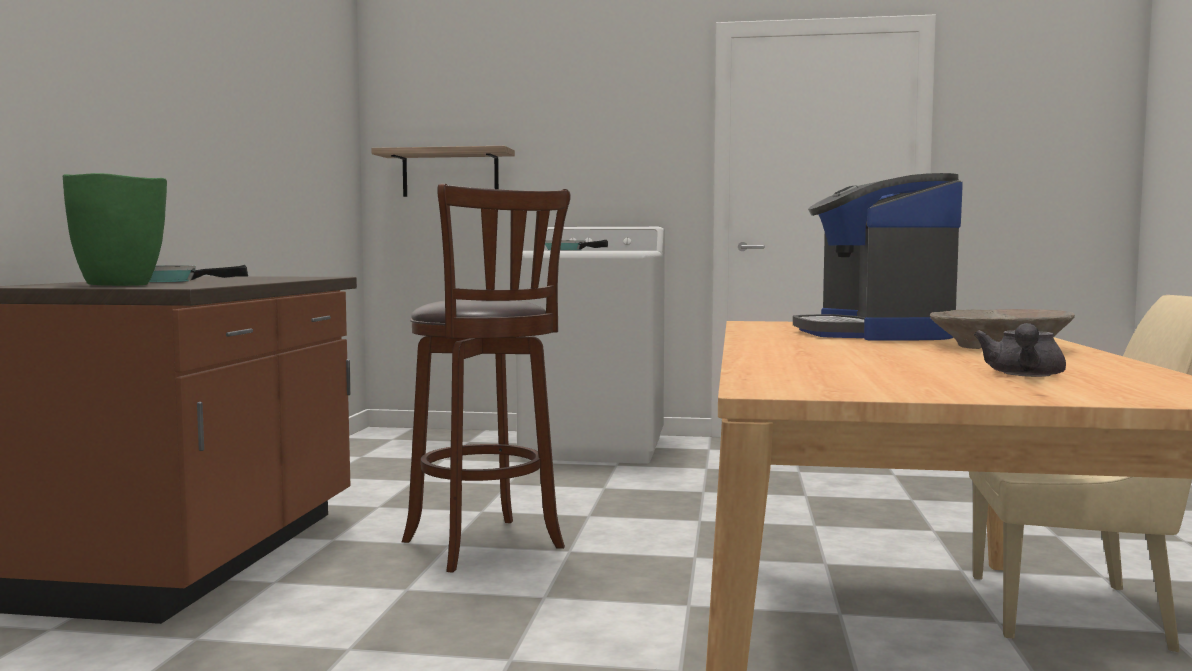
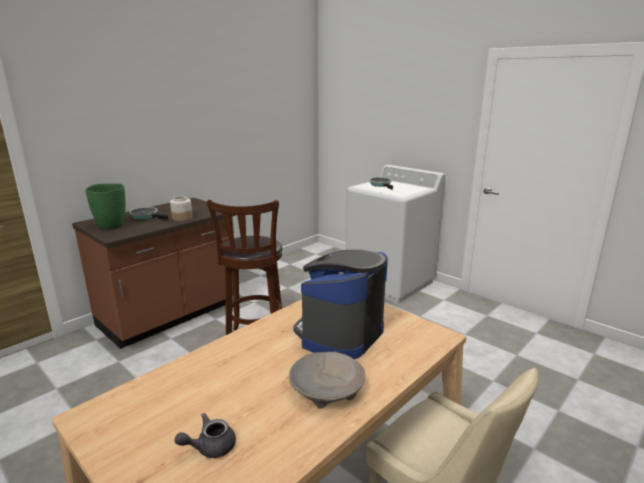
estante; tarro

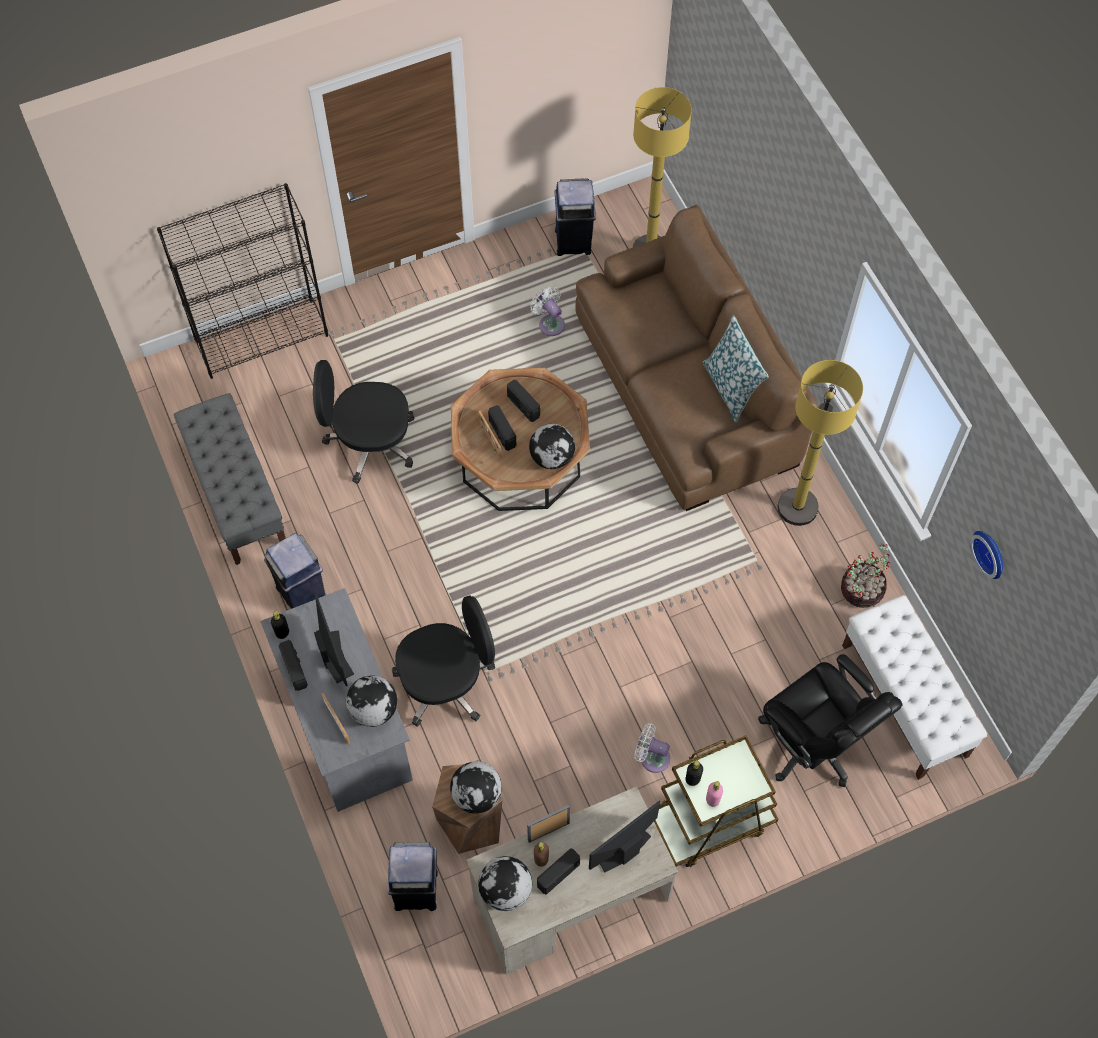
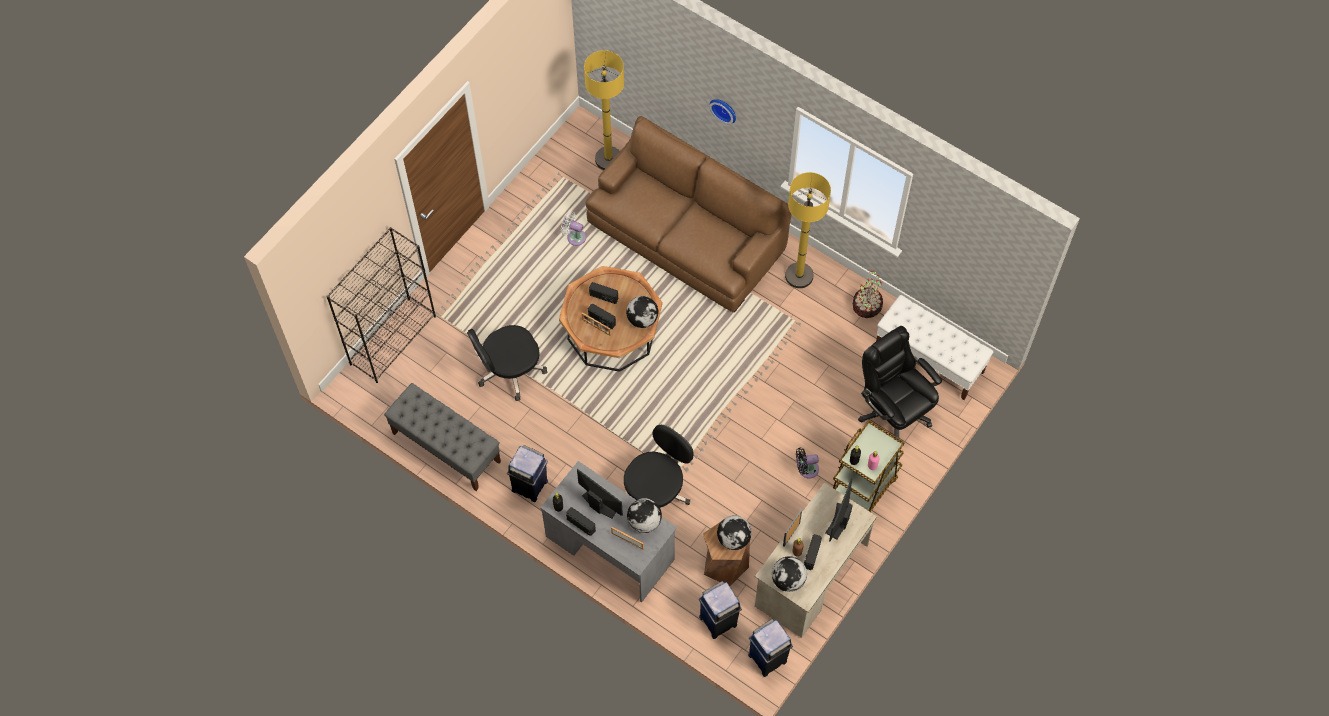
papelera/azul (3rd from left); cojín; reloj de pared; silla de oficina/negro (3rd from left); ventilador/negro

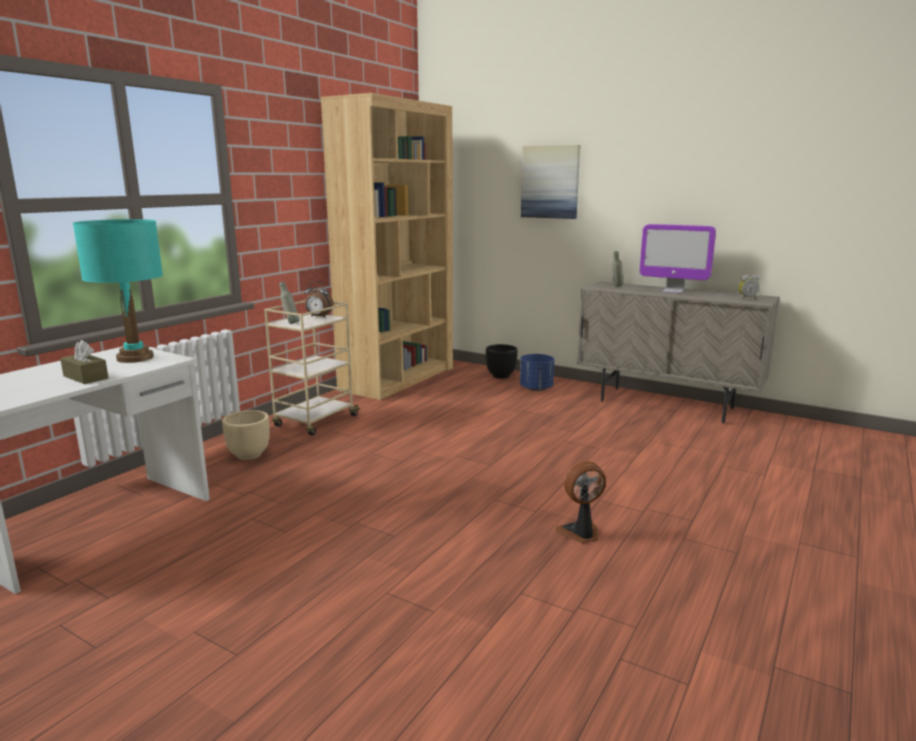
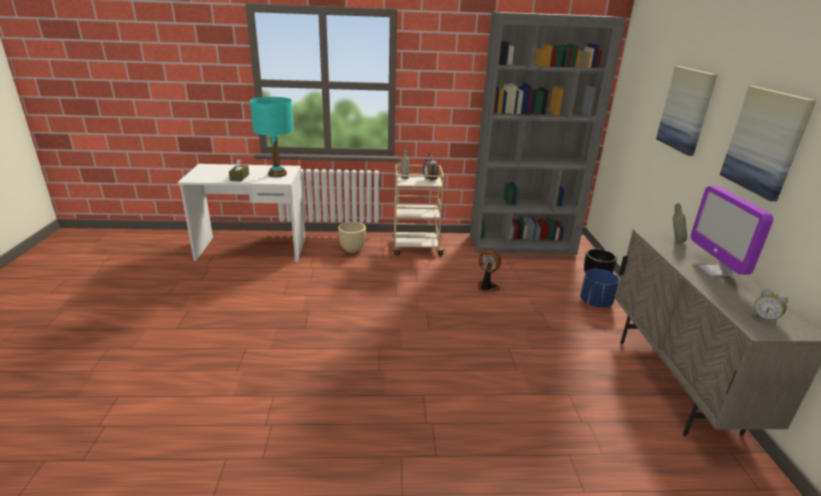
estantería/gris; ventilador; cuadro (2nd from left)

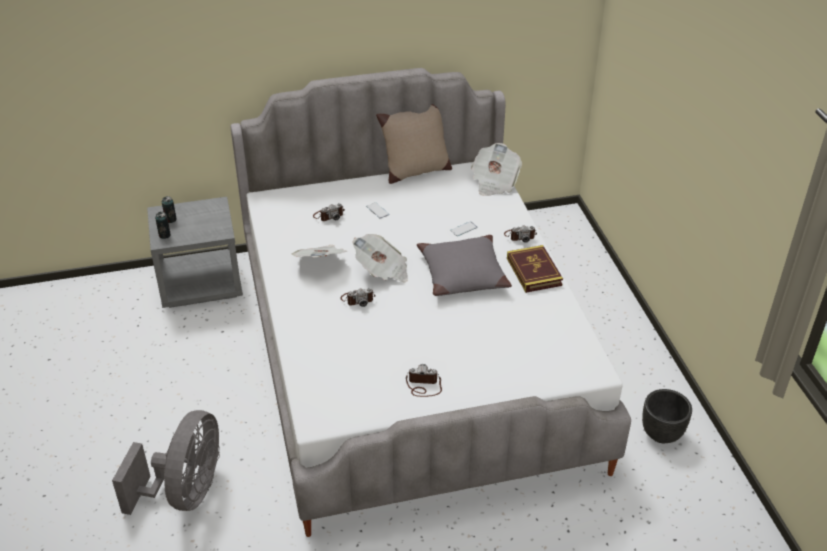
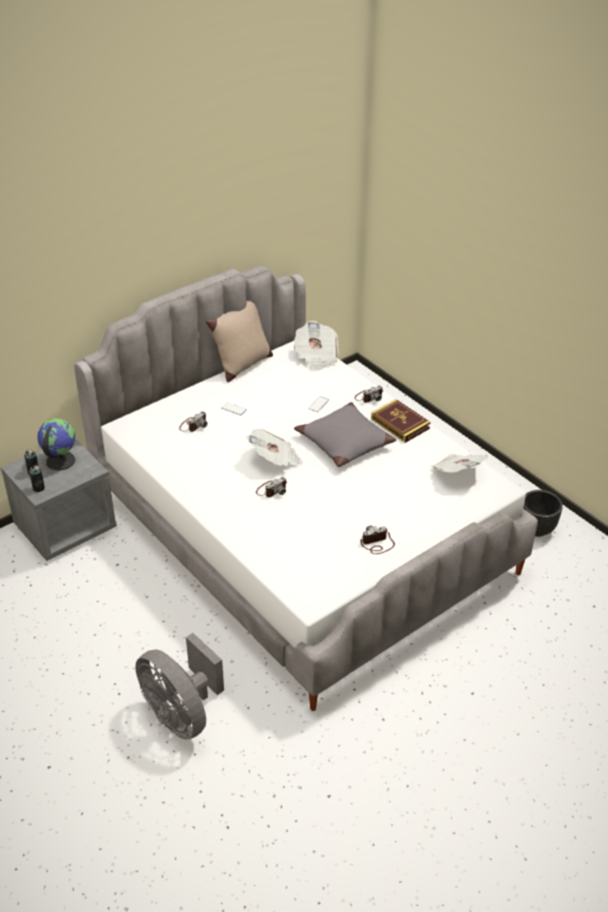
periódico (3rd from left); ventilador/gris; globo terráqueo

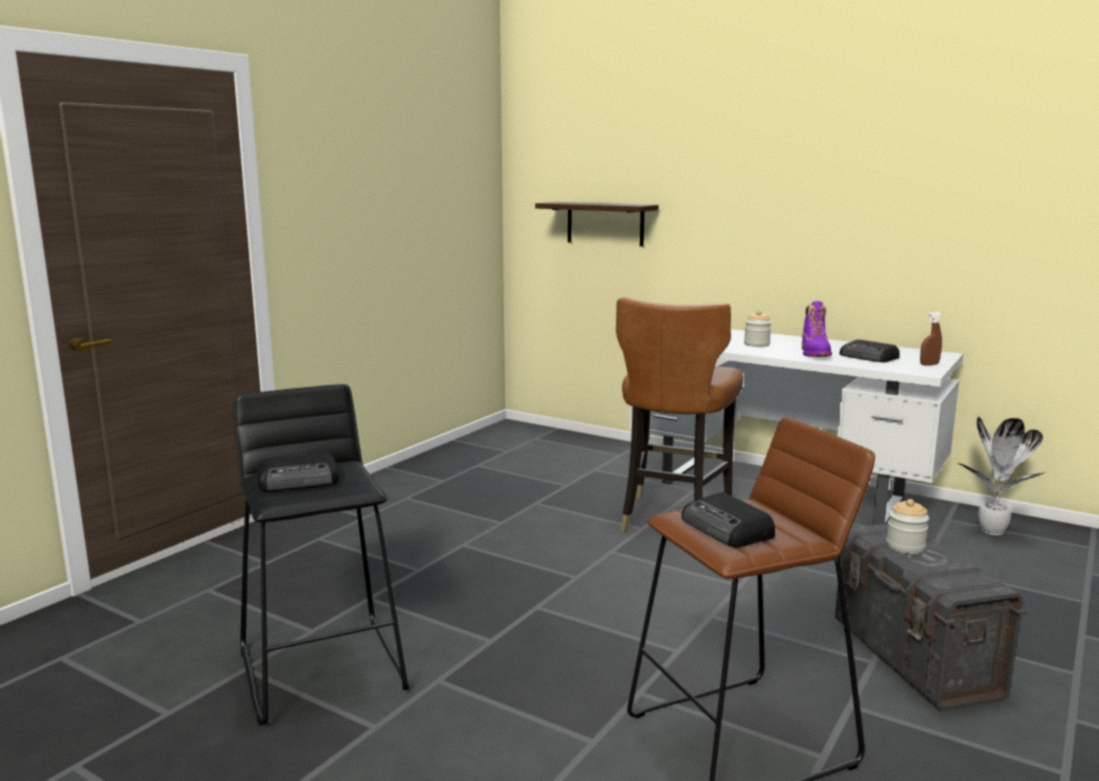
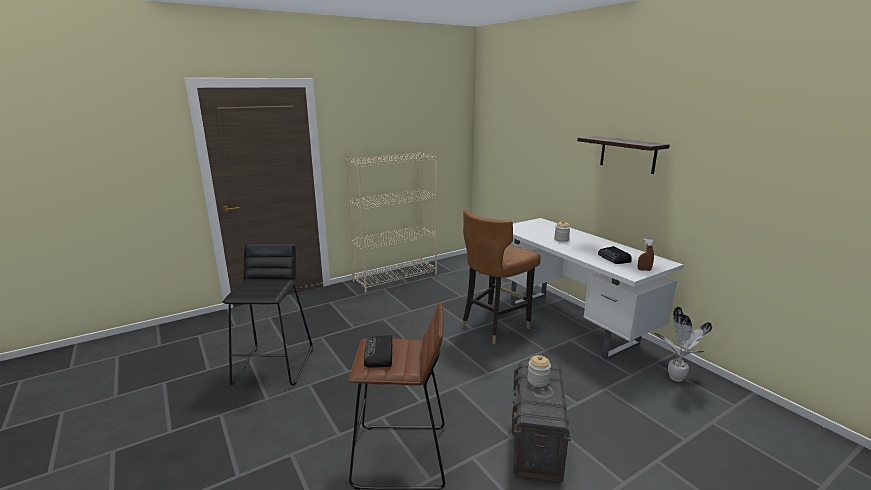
estante; bota/morado; radio (1st from left in the first image); estantería/beis

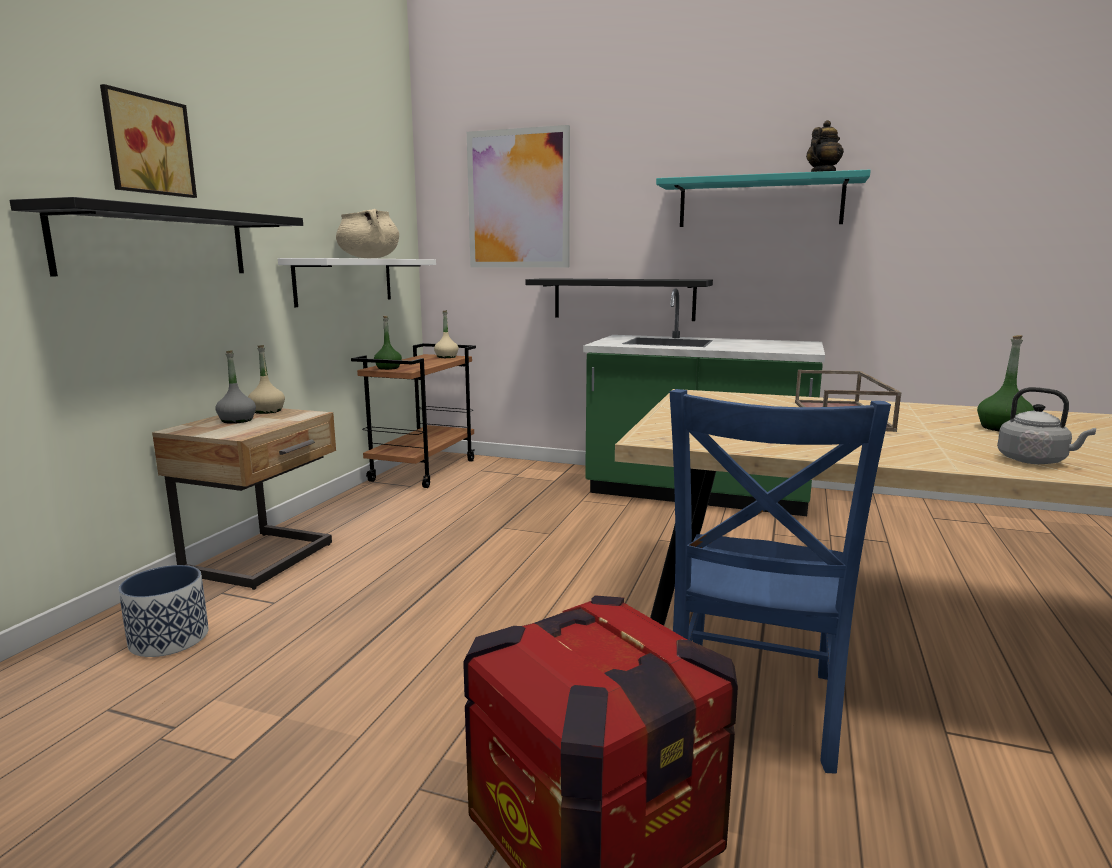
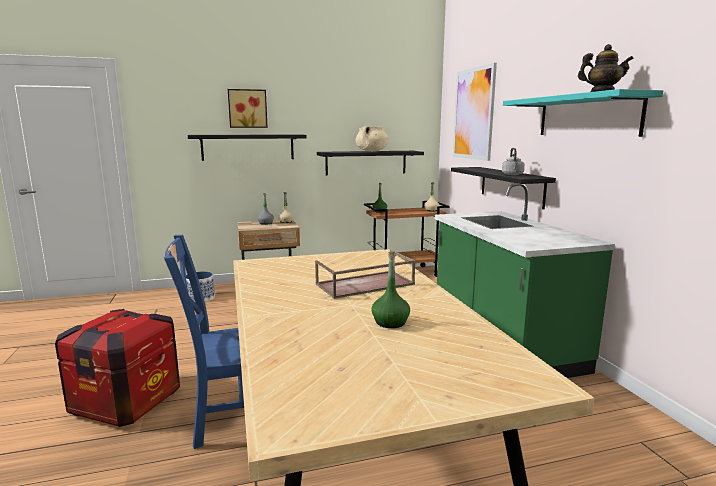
estante/negro (2nd from left); hervidor/gris

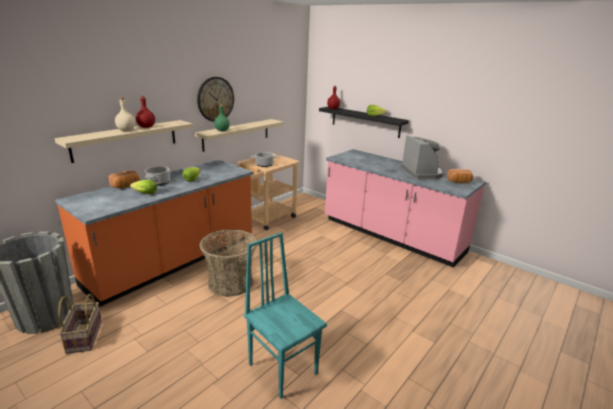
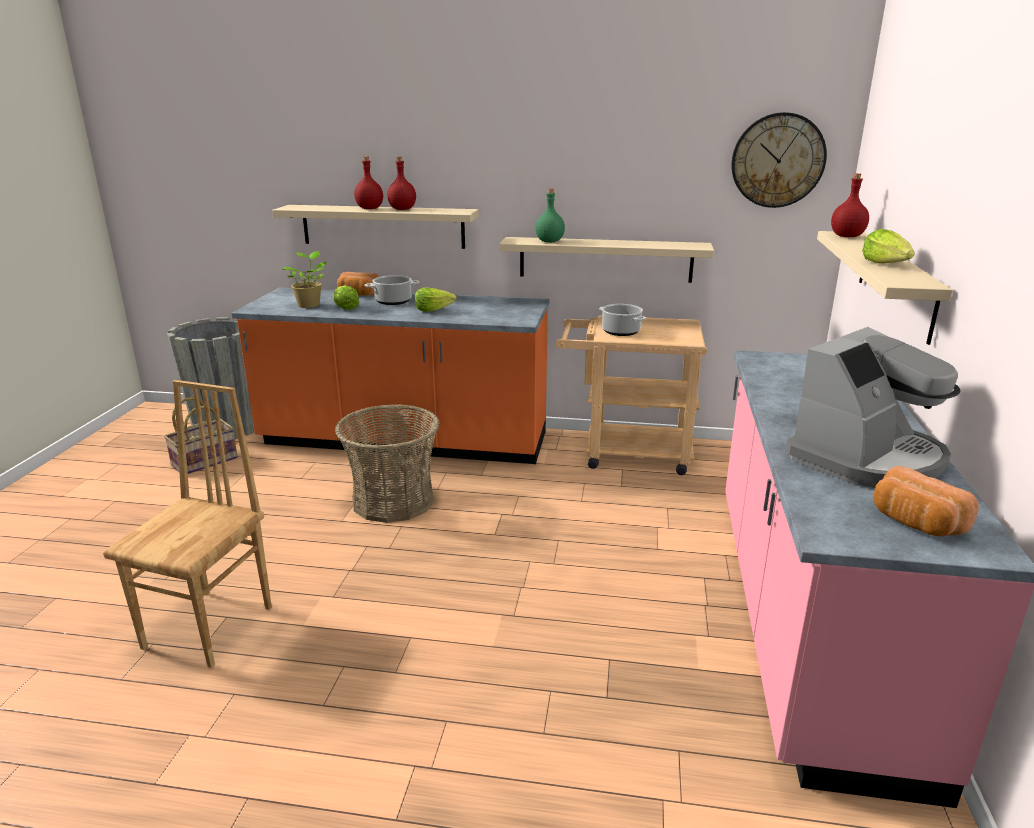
reloj de pared; botella/rojo (1st from left); estante/beis (3rd from left); silla/marrón; planta en maceta

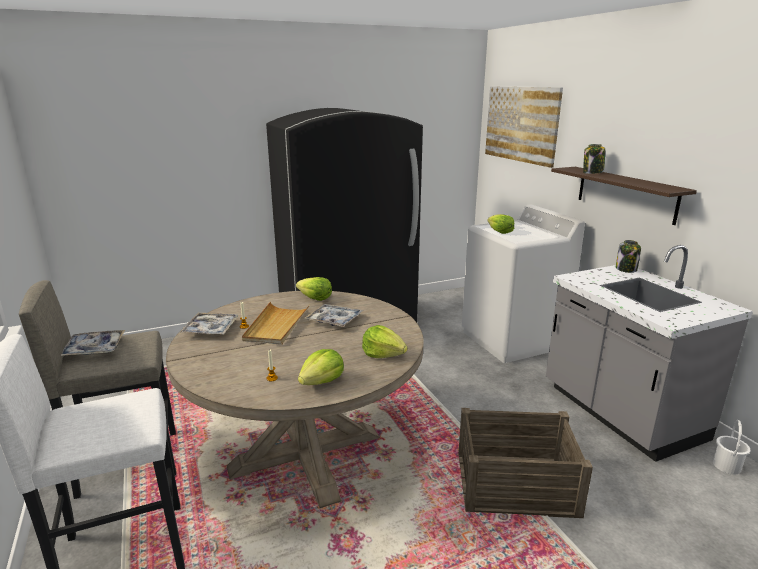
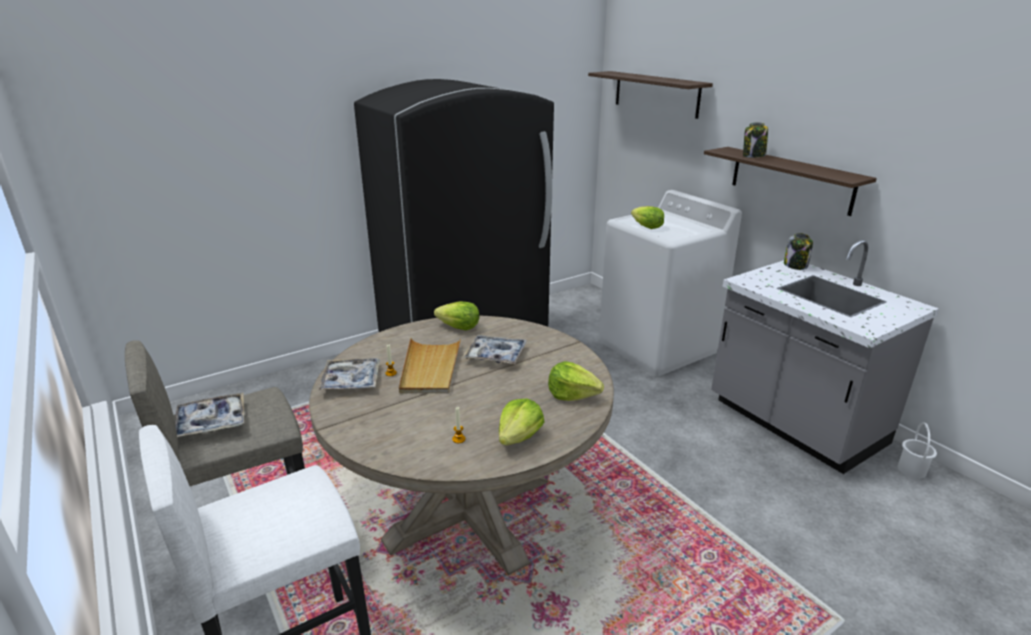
estante (1st from left); caja de embalaje

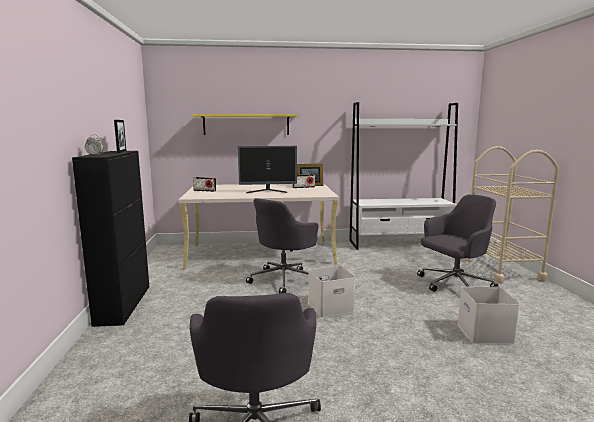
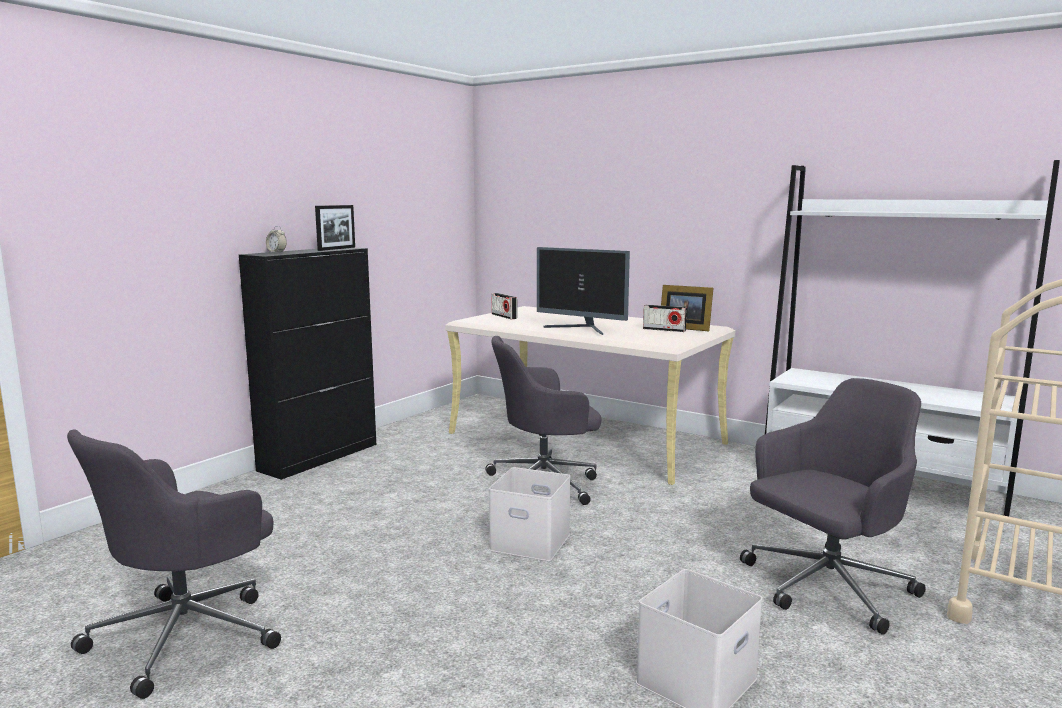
estante/amarillo; silla de oficina/gris (3rd from left)

